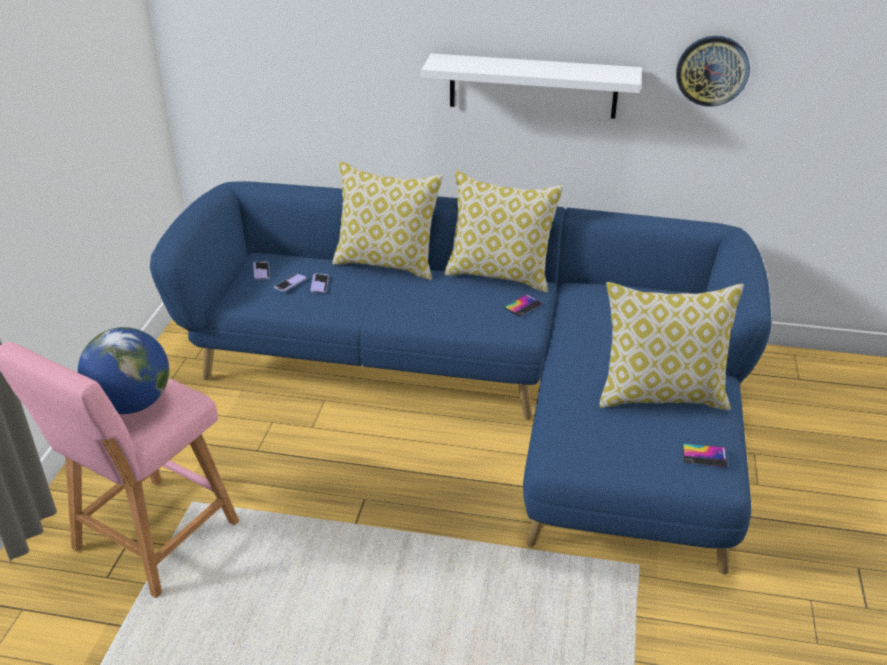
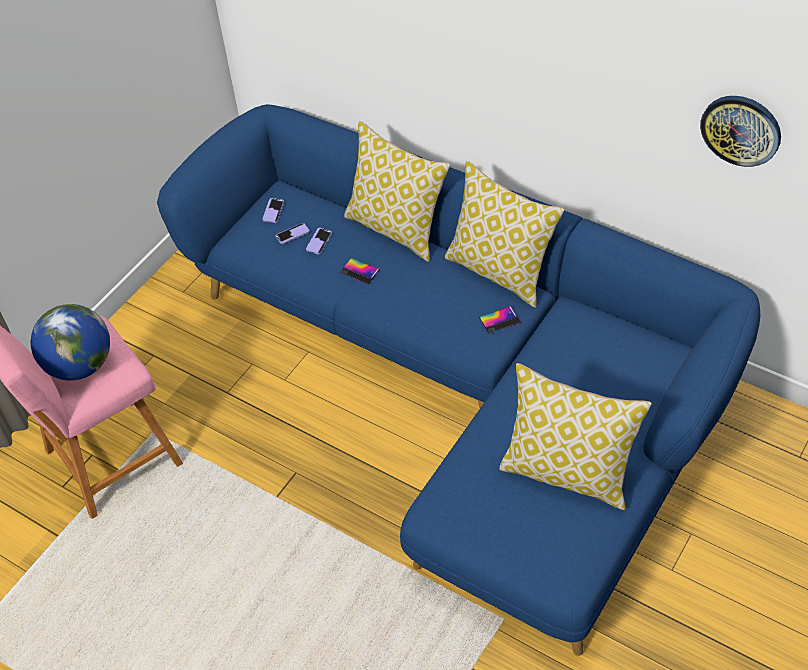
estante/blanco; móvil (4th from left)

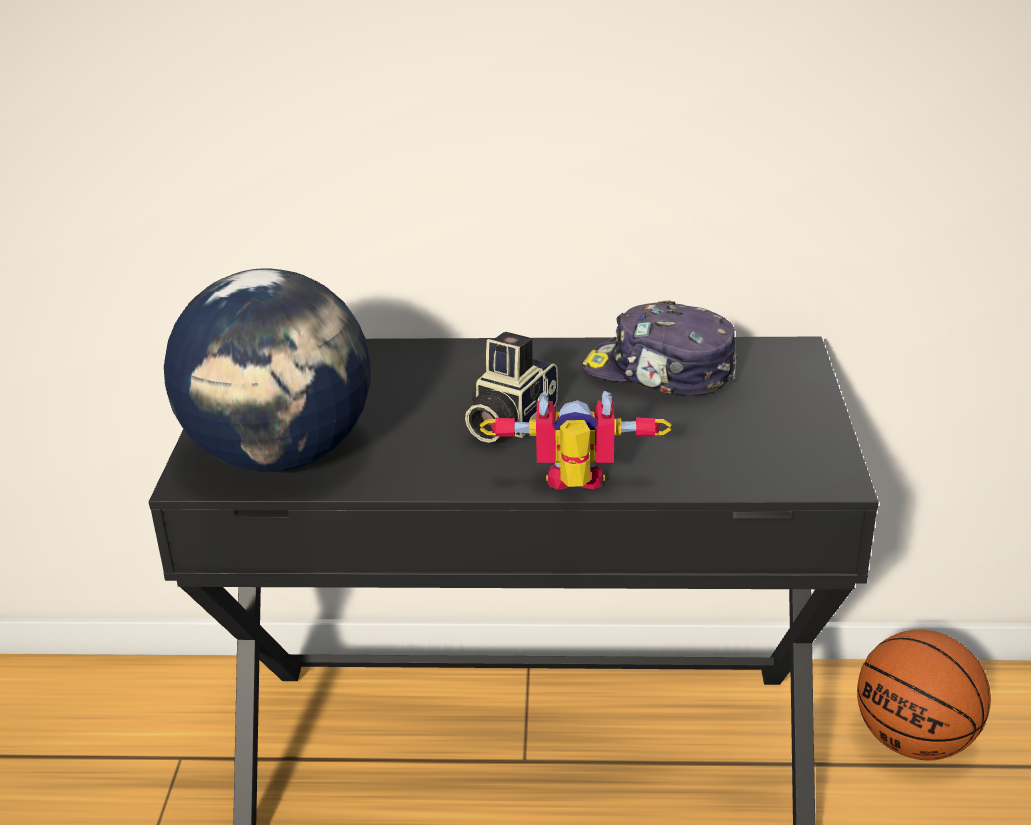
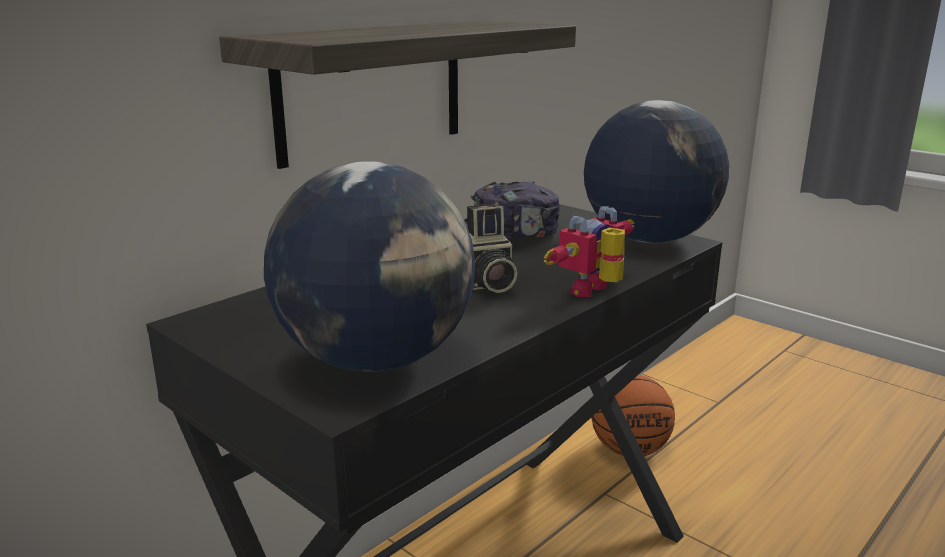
estante; globo terráqueo (2nd from left)

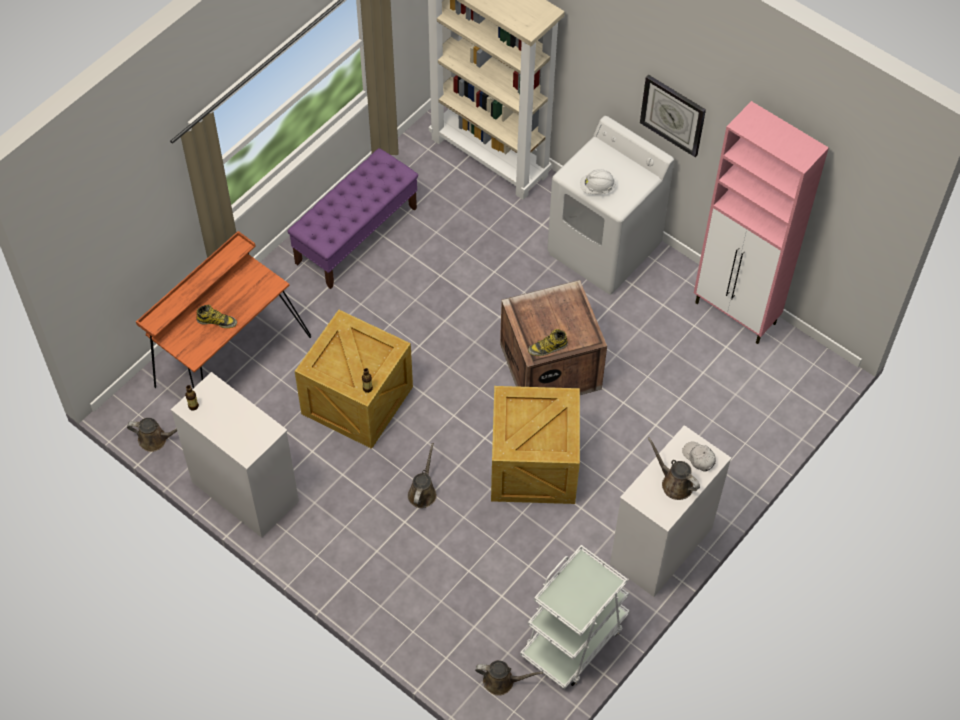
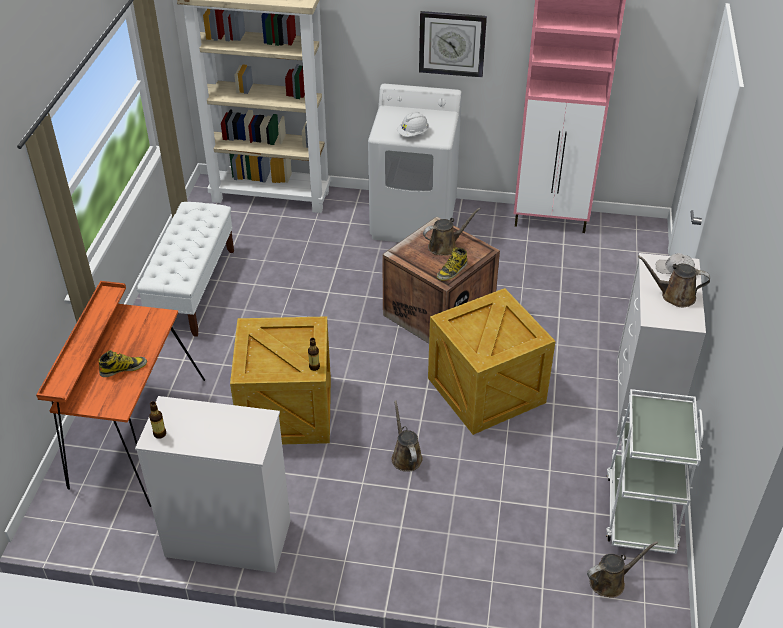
banco/blanco; regadera/marrón (2nd from left)

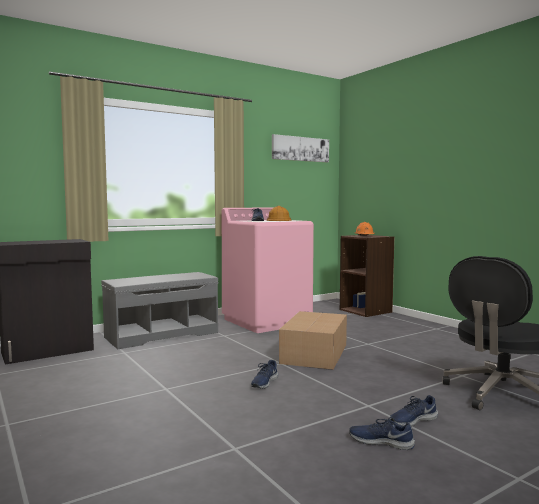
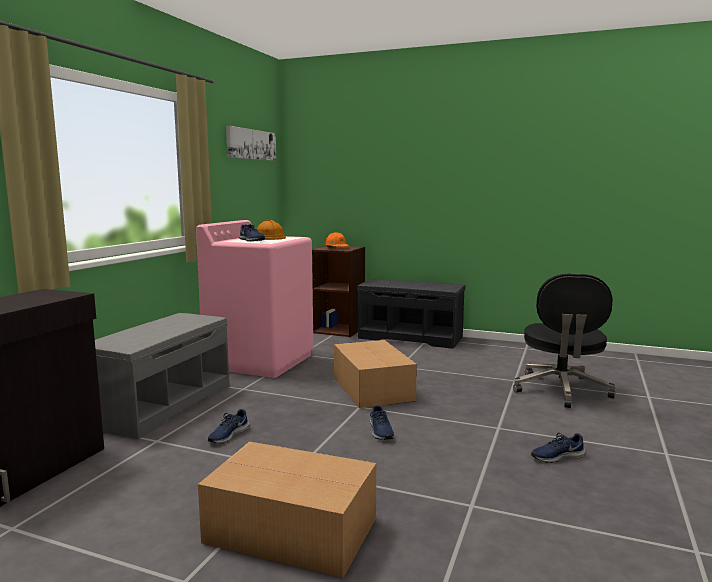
zapato/azul (1st from left); banco/gris (2nd from left); caja de cartón (1st from left)

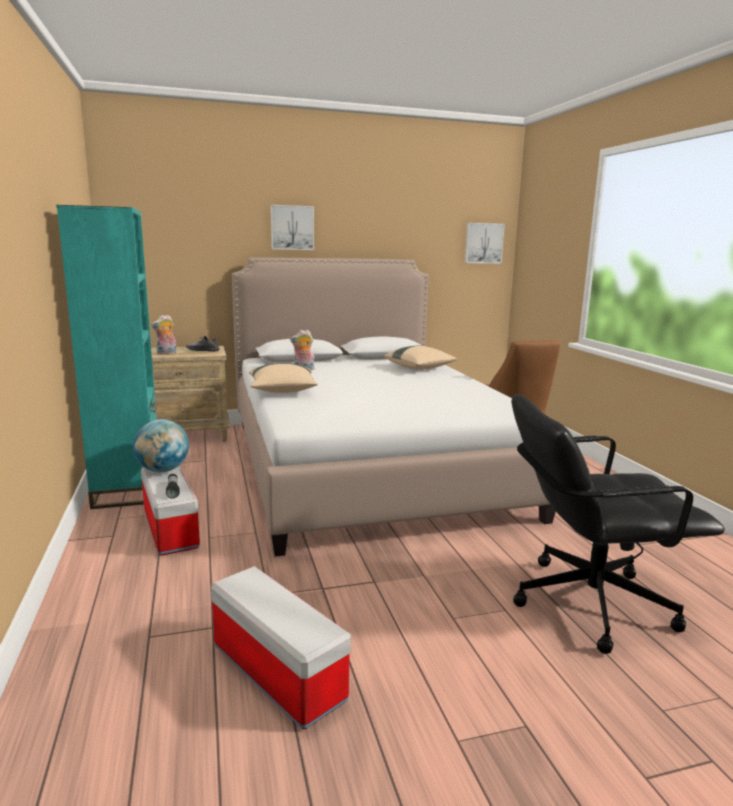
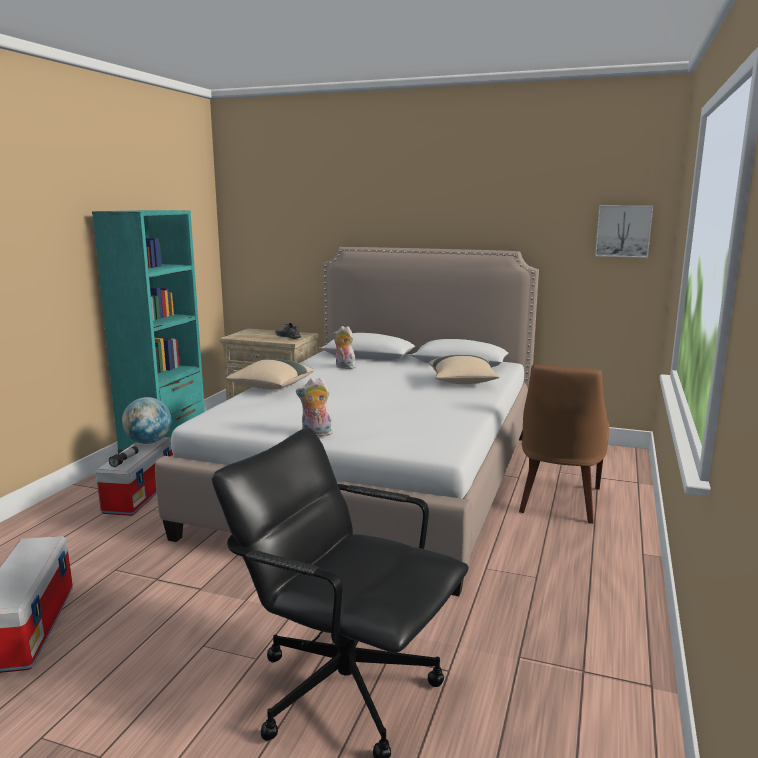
cuadro (1st from left in the first image); peluche (1st from left)

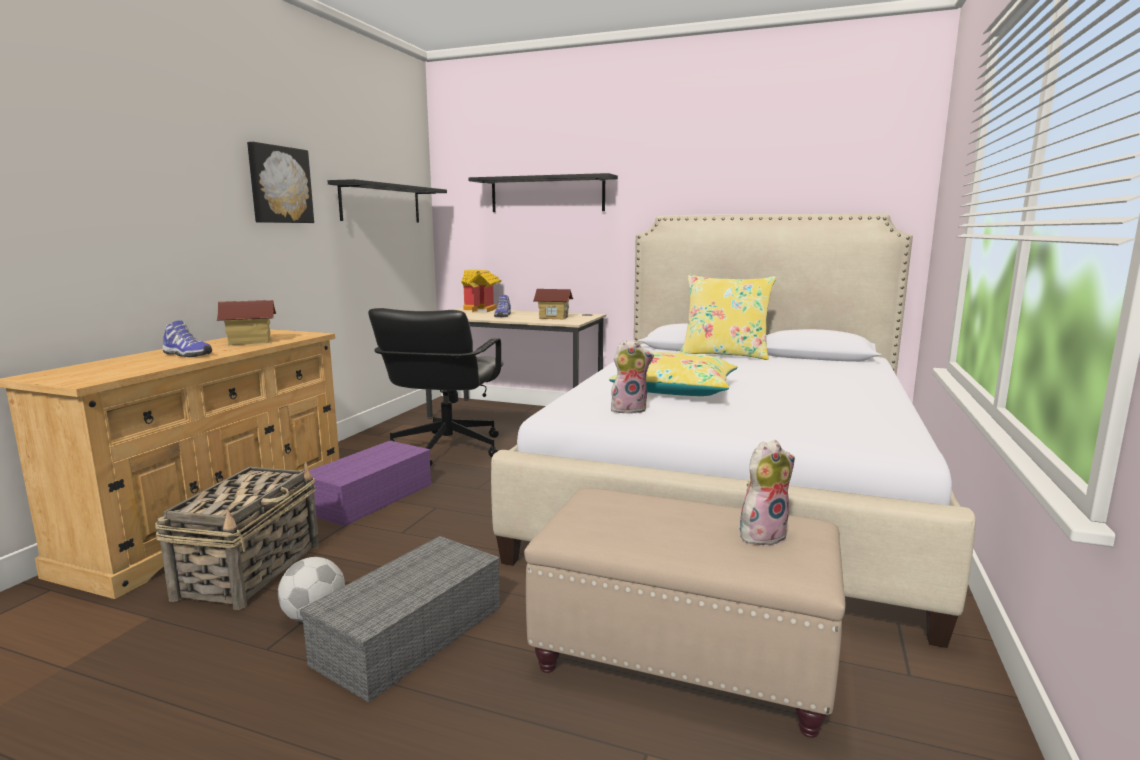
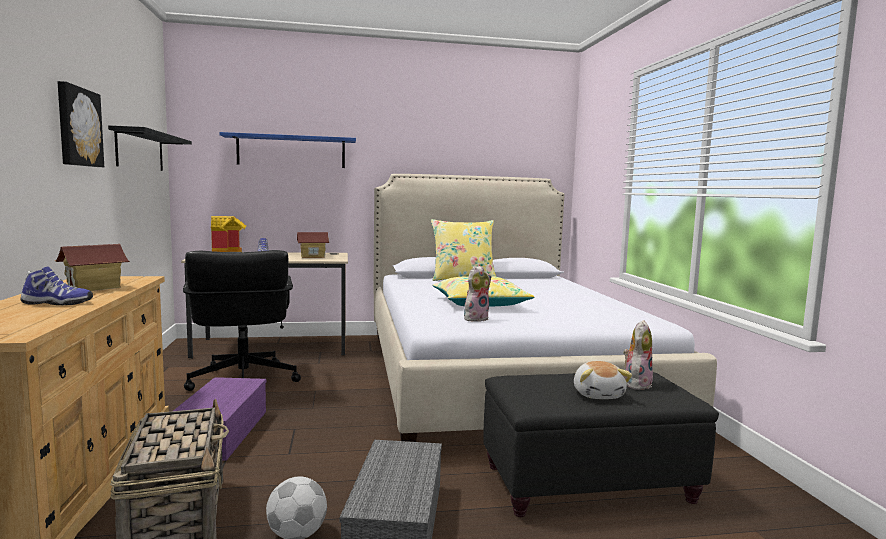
estante/azul; puf/negro; peluche (2nd from left)

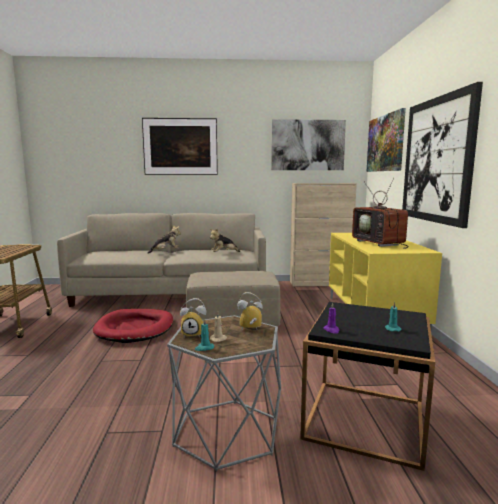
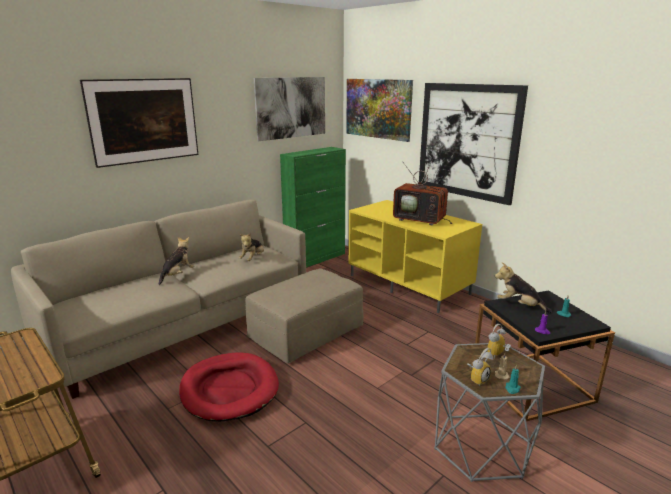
armario/verde; peluche (3rd from left)

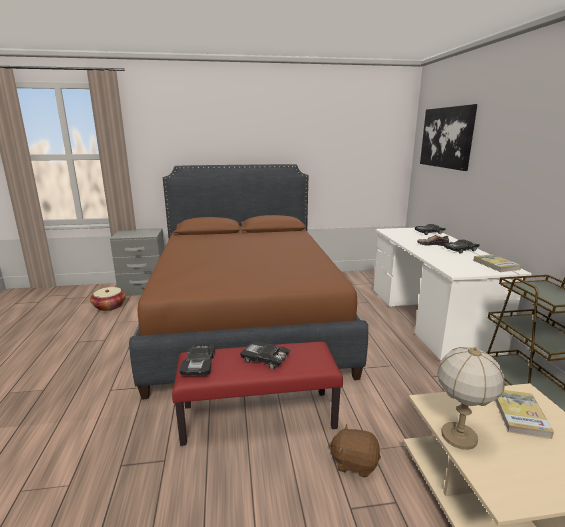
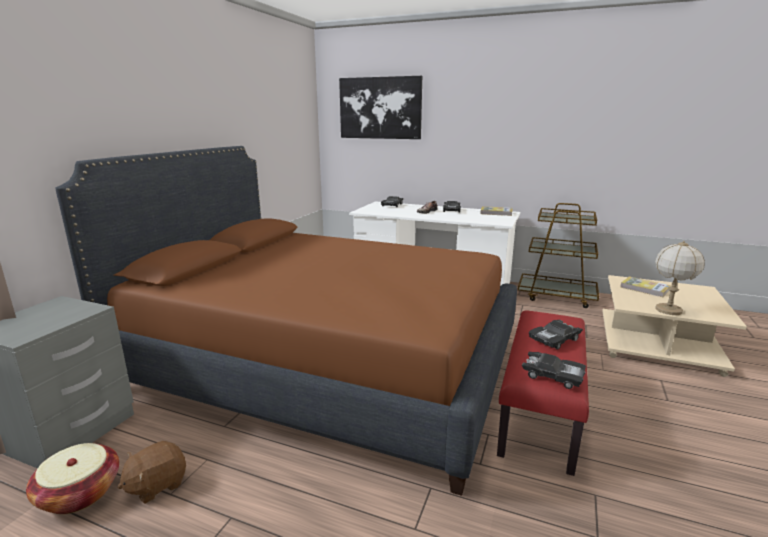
peluche/marrón

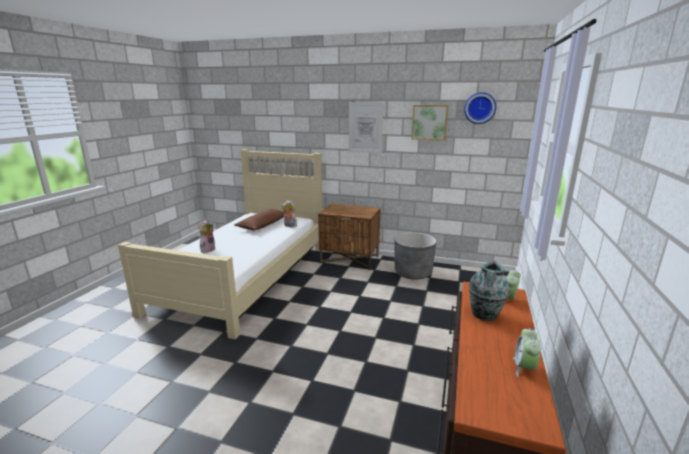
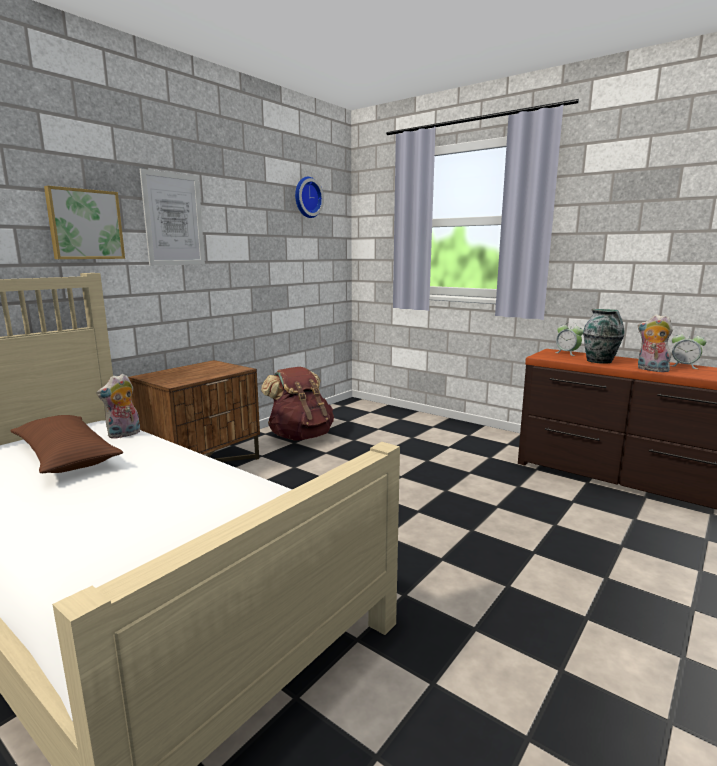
cuadro (1st from left); peluche (2nd from left); mochila/marrón

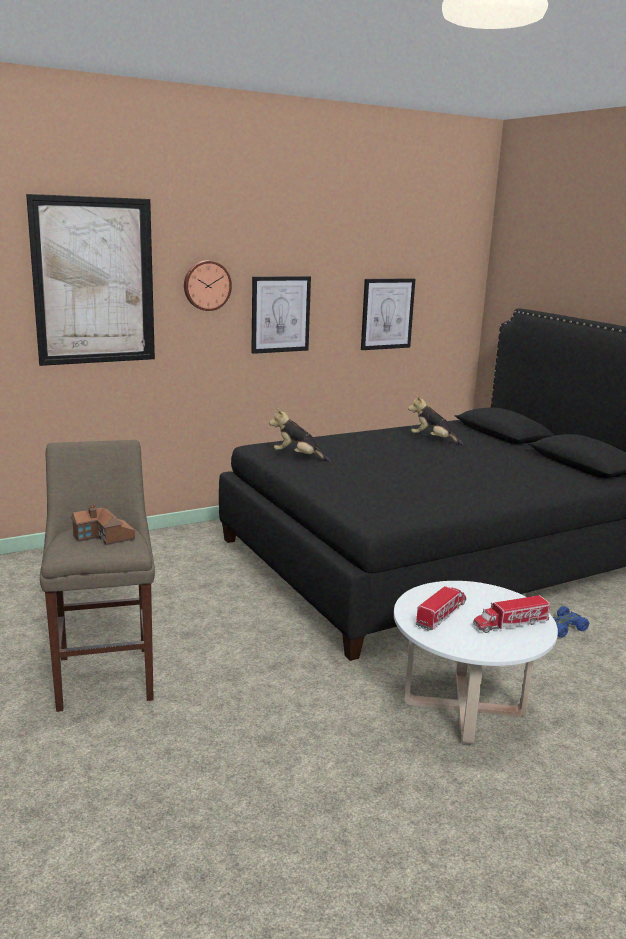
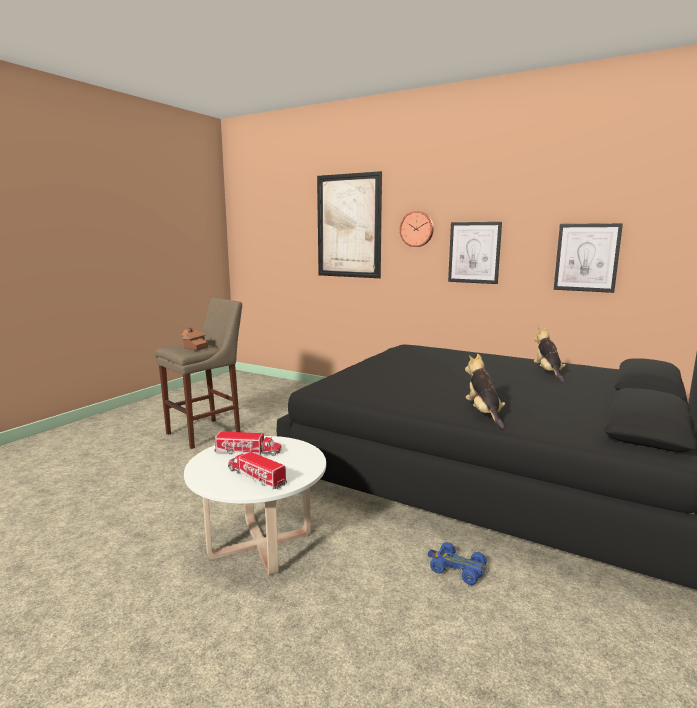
peluche (1st from left)

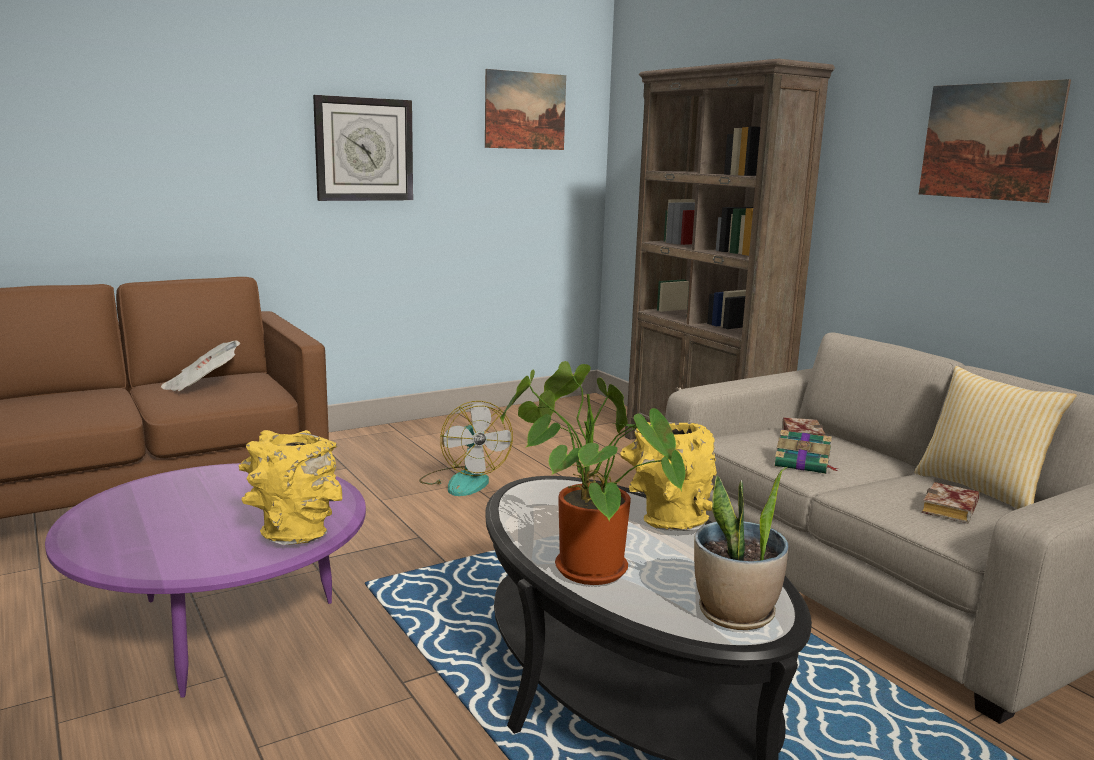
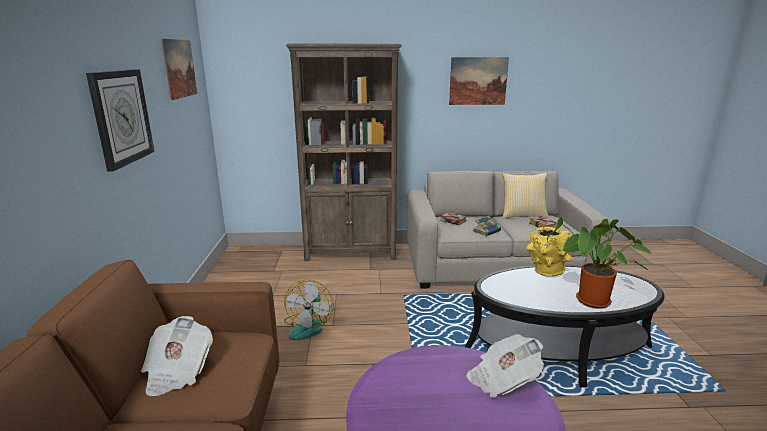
ventilador; periódico (2nd from left); planta en maceta (2nd from left in the first image)

